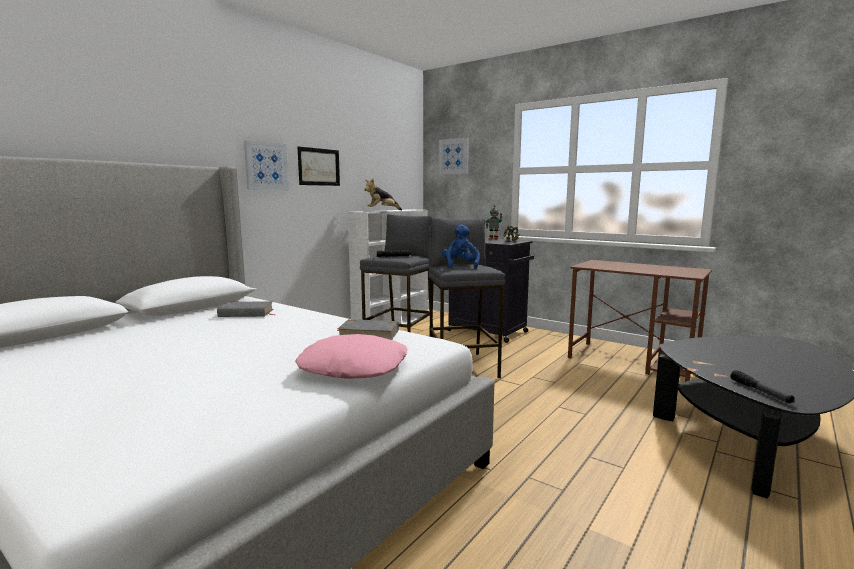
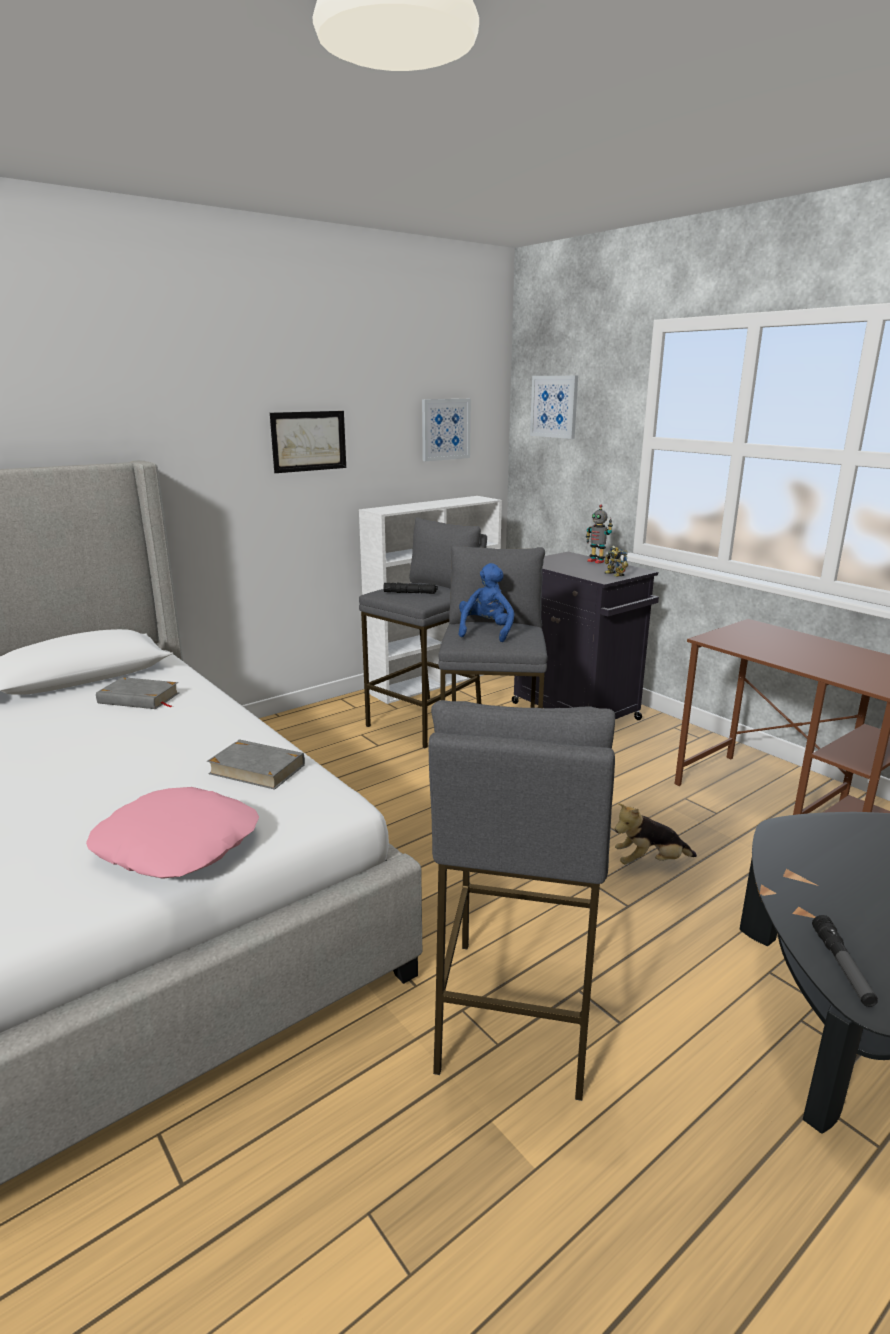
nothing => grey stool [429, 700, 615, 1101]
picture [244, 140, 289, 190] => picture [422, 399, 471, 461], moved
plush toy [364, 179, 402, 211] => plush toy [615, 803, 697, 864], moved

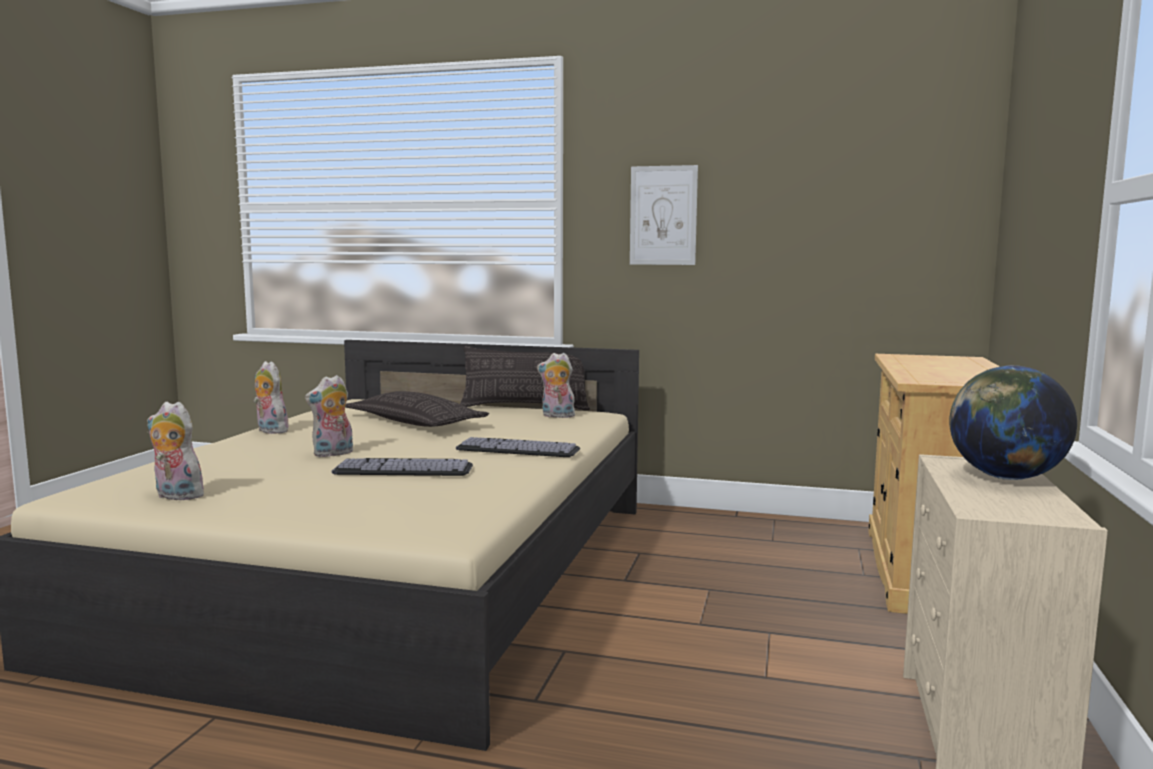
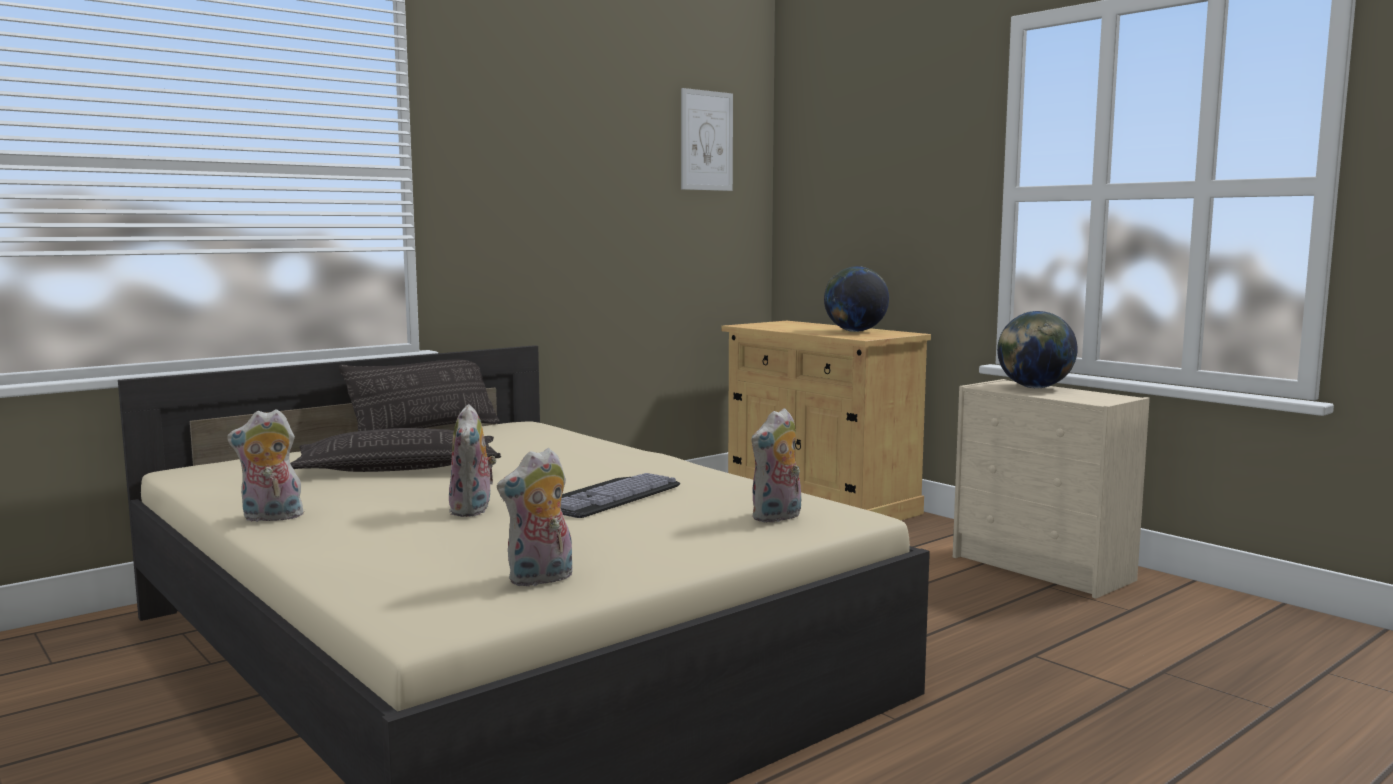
keyboard [456, 437, 580, 457] => nothing
nothing => globe [824, 266, 889, 332]
plush toy [537, 353, 575, 418] => plush toy [751, 408, 801, 523], moved
picture [630, 165, 698, 265] => picture [681, 88, 733, 191], moved

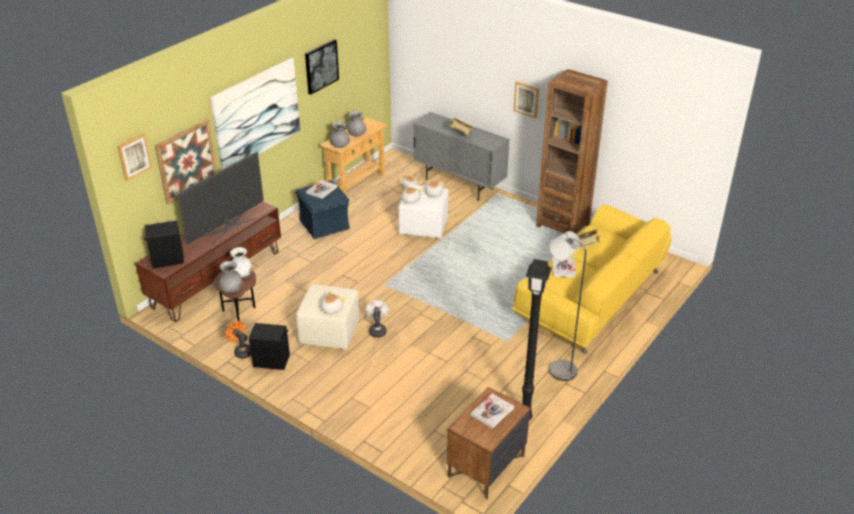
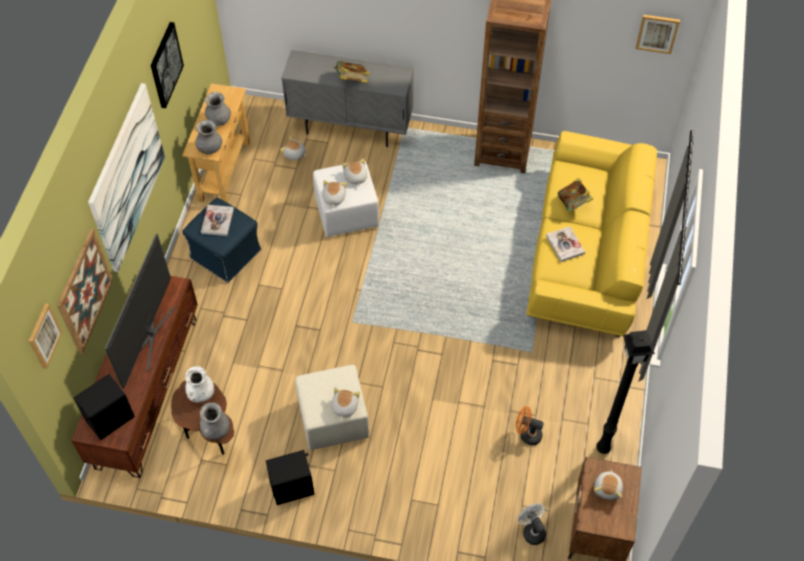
grey floor lamp [549, 231, 586, 381] => nothing
orange fan [225, 321, 251, 359] => orange fan [516, 406, 544, 445], moved
white fan [366, 300, 389, 338] => white fan [518, 503, 546, 545], moved
picture [513, 81, 539, 118] => picture [635, 15, 680, 54], moved
book [471, 393, 514, 429] => plush toy [594, 470, 623, 500]

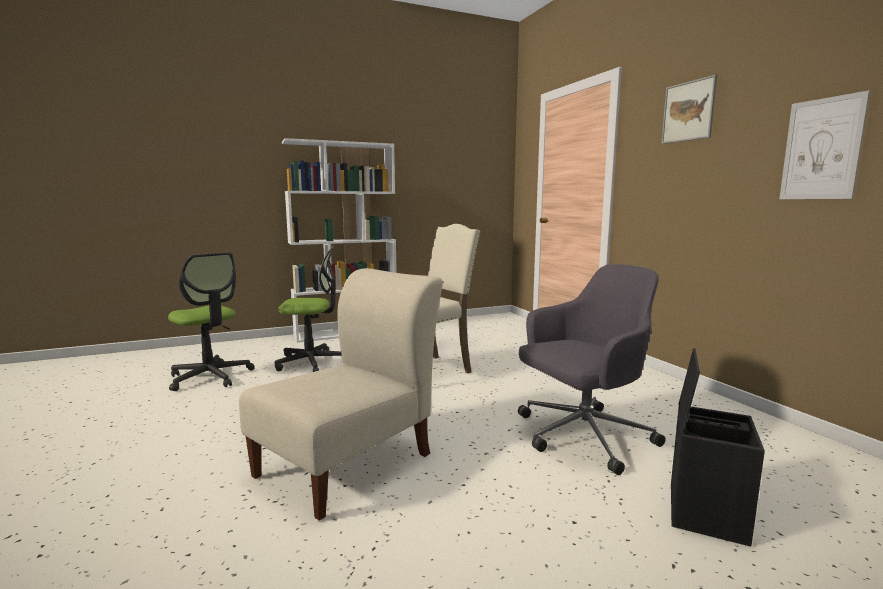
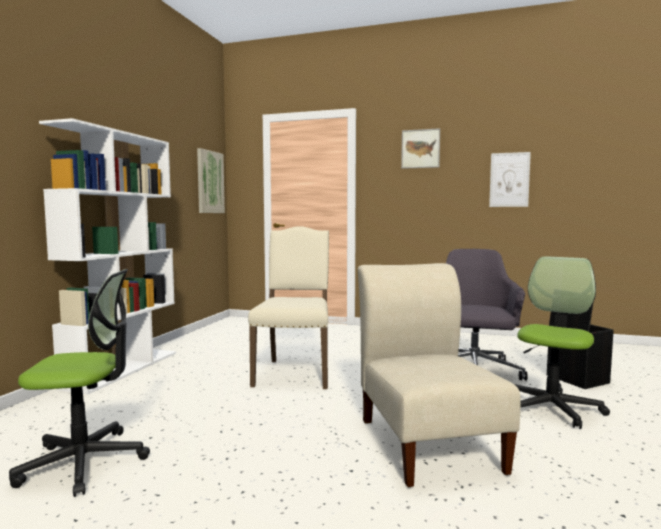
nothing => picture [197, 148, 225, 213]
office chair [275, 246, 342, 372] => office chair [514, 256, 610, 429], moved

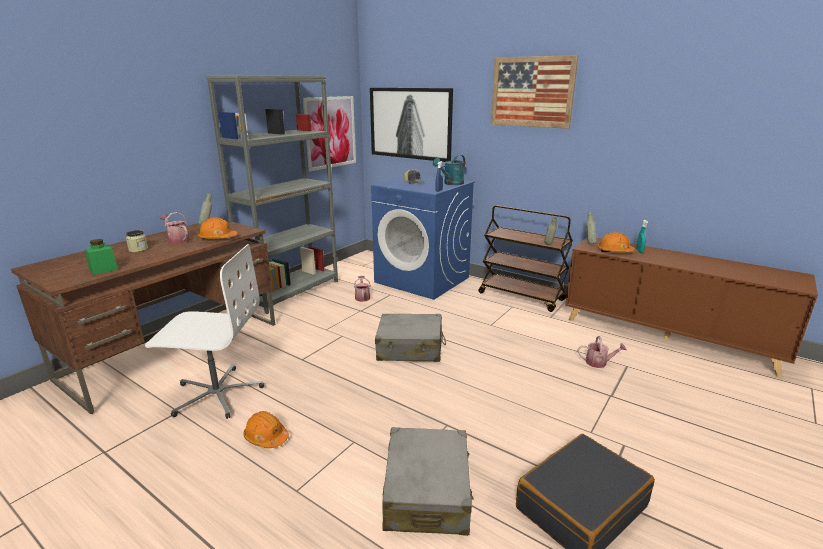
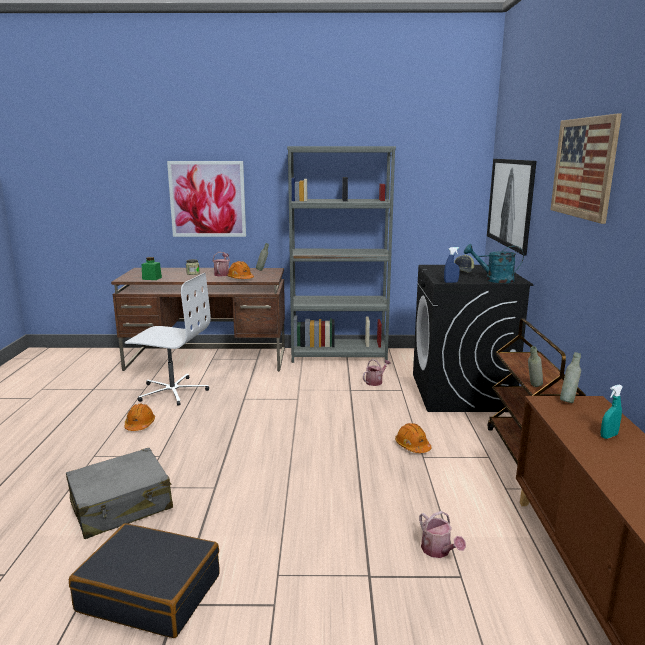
grey suitcase [375, 314, 446, 362] => nothing
picture [303, 96, 356, 172] => picture [167, 161, 246, 237], moved
orange hard hat [598, 232, 635, 252] => orange hard hat [395, 423, 432, 453], moved
blue washing machine [371, 175, 475, 300] => black washing machine [413, 265, 533, 412]
white office chair [145, 244, 264, 419] => white office chair [125, 273, 211, 405], 45 degrees counterclockwise

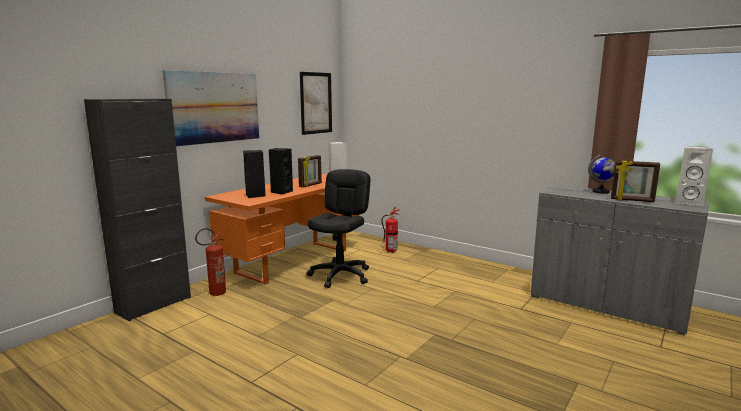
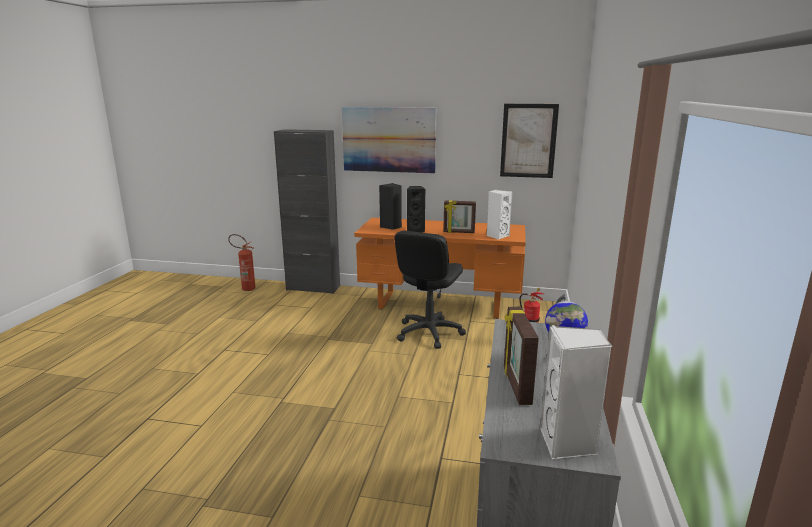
fire extinguisher [195, 228, 226, 296] => fire extinguisher [228, 234, 255, 291], moved
black office chair [307, 169, 371, 288] => black office chair [394, 231, 466, 349], 120 degrees clockwise

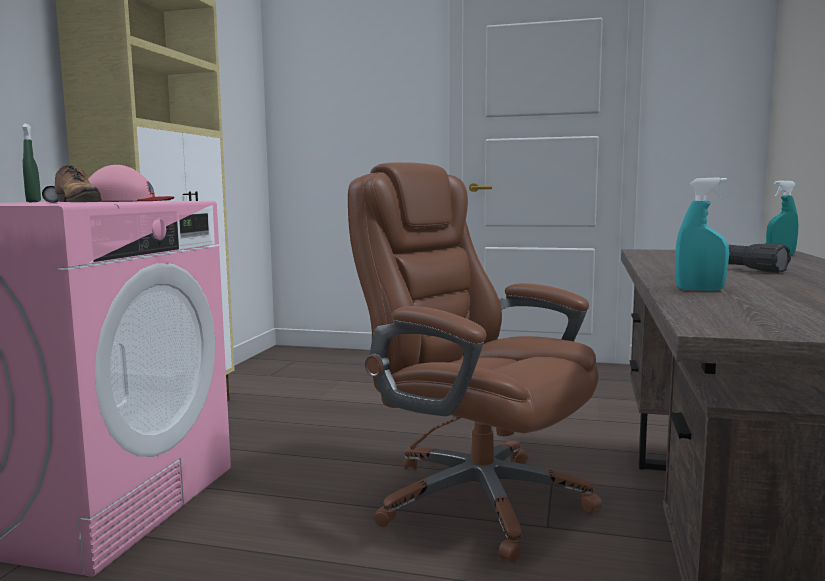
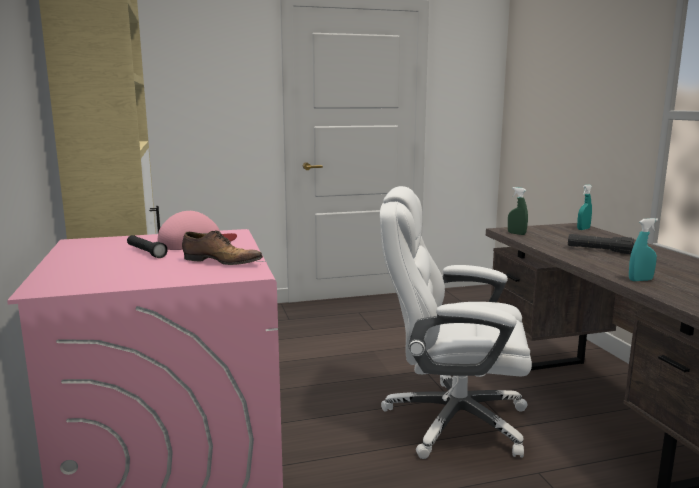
green spray bottle [22, 124, 41, 202] => green spray bottle [508, 187, 528, 235], moved
brown office chair [348, 162, 602, 563] => white office chair [380, 186, 532, 459]

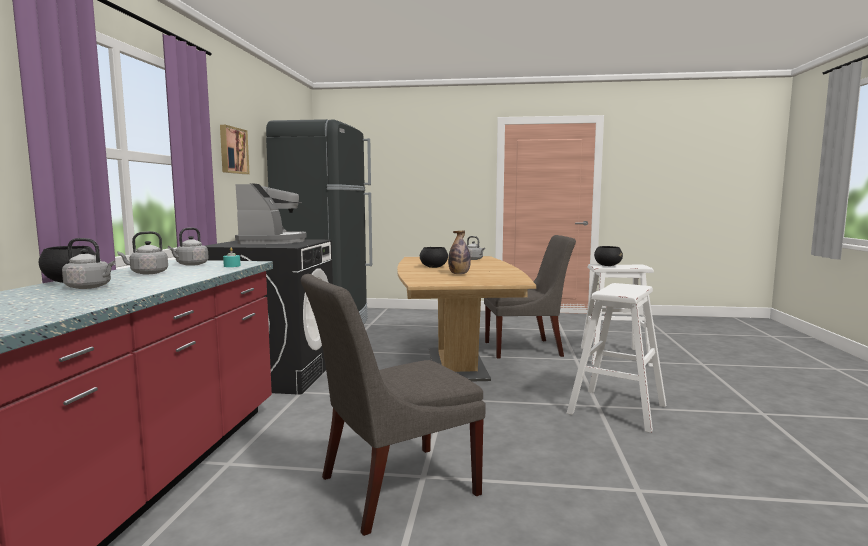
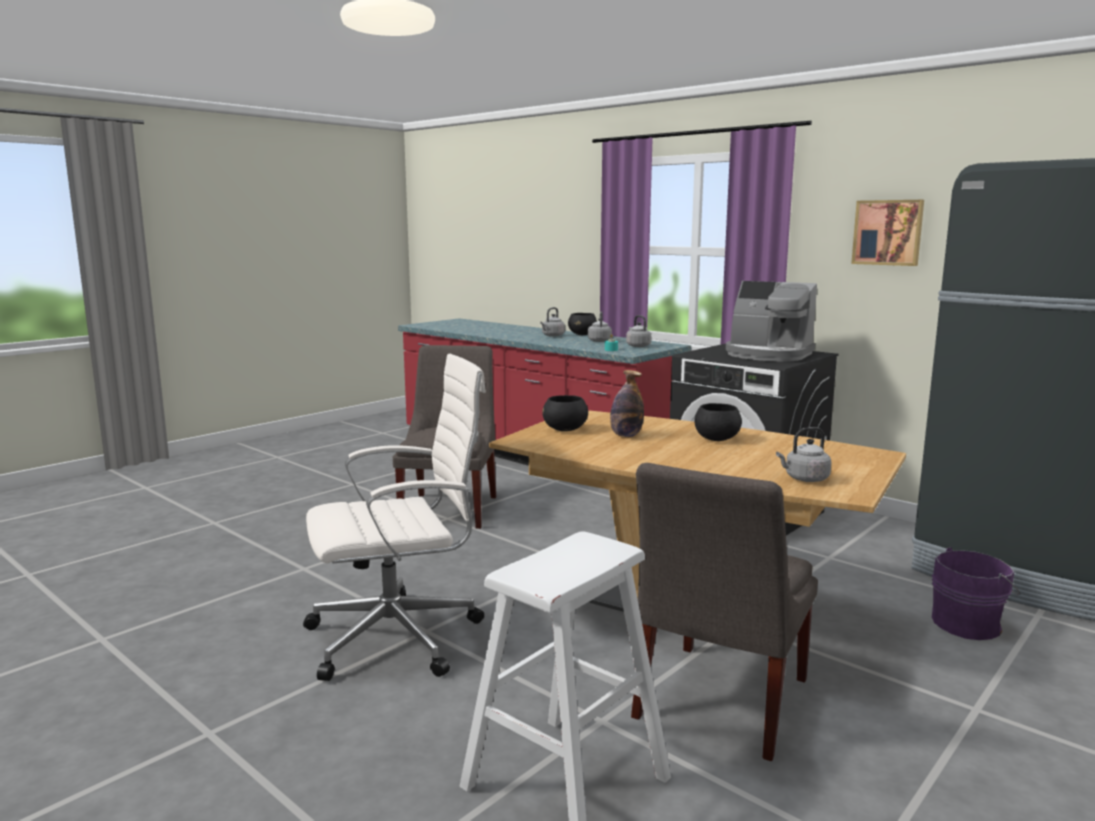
nothing => purple bucket [932, 547, 1020, 640]
black bowl [594, 246, 623, 266] => black bowl [542, 395, 588, 431], moved
white stool [567, 283, 666, 433] => white office chair [303, 354, 486, 681]

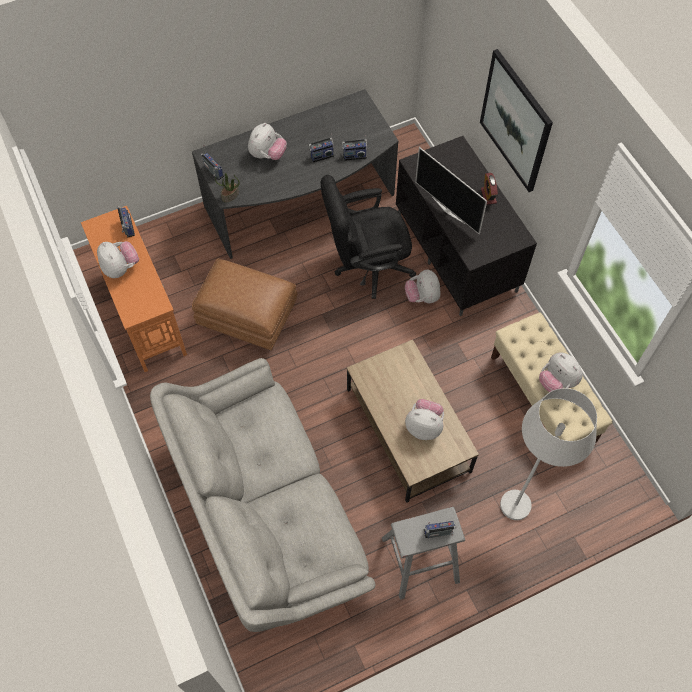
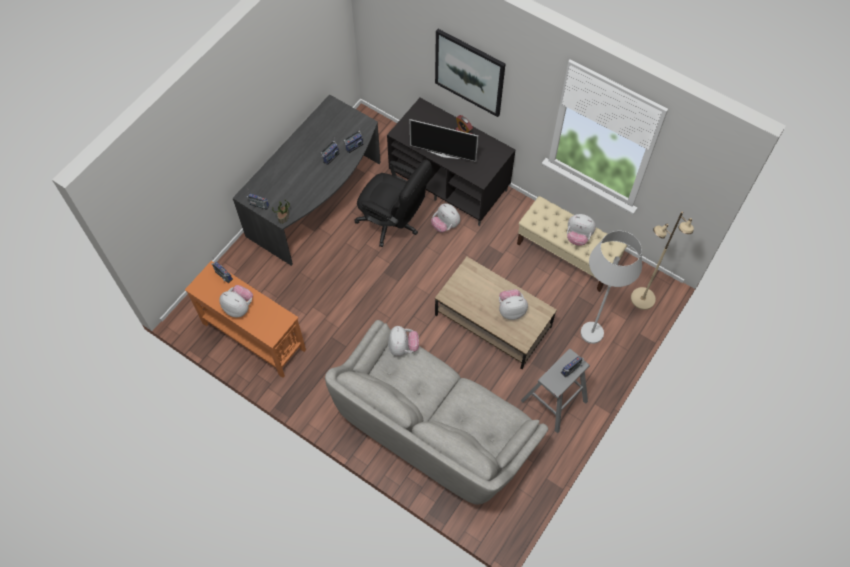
brown ottoman [192, 258, 297, 350] => nothing
nothing => beige floor lamp [631, 212, 694, 310]
plush toy [248, 123, 287, 160] => plush toy [388, 326, 419, 356], moved
black office chair [321, 175, 416, 299] => black office chair [355, 160, 432, 247], 105 degrees counterclockwise

